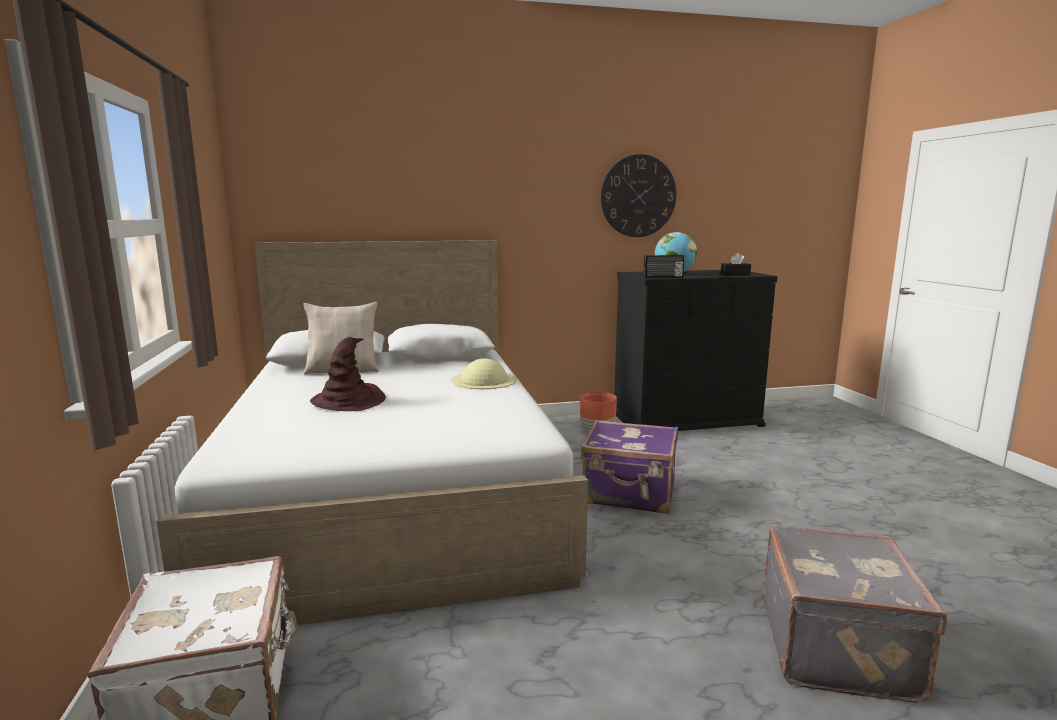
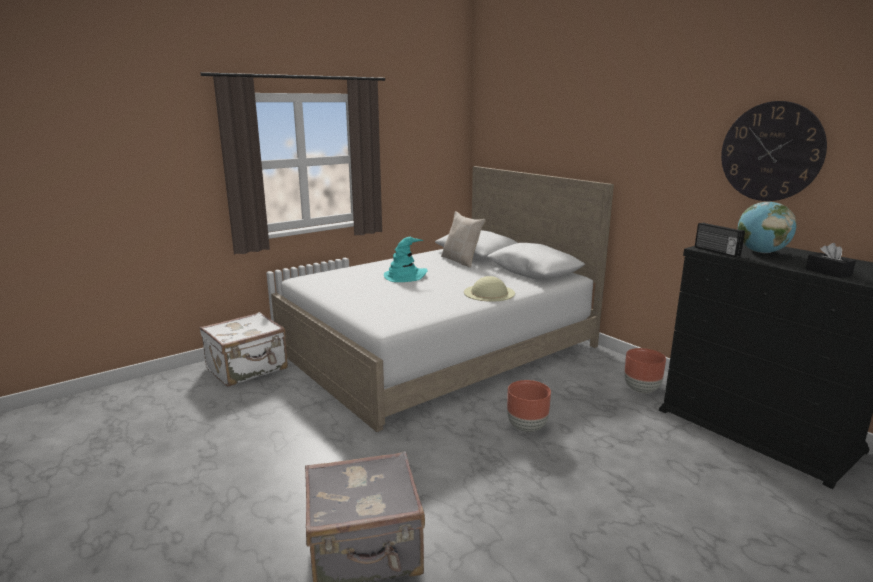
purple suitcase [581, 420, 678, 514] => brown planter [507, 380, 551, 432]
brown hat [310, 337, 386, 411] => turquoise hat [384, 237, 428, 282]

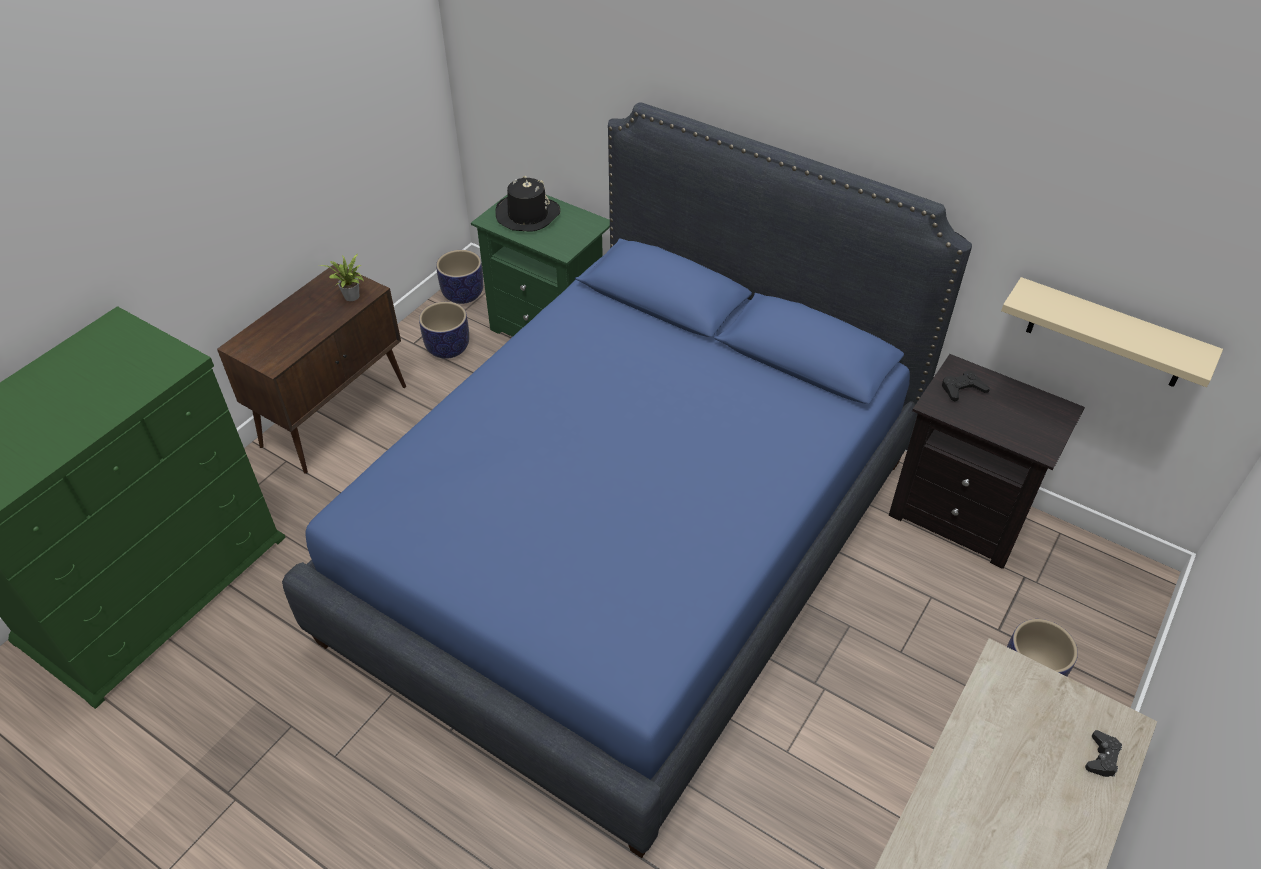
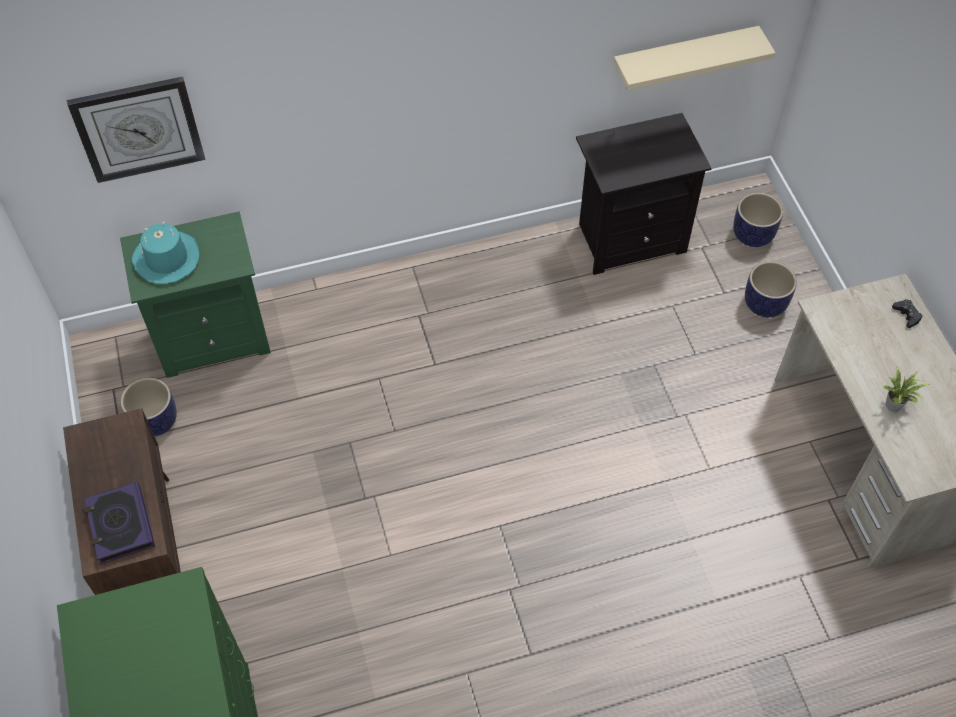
blue bed [282, 102, 972, 858] => nothing
black game controller [942, 371, 990, 401] => nothing
nothing => wall clock [67, 77, 205, 183]
nothing => book [84, 482, 155, 564]
potted plant [320, 254, 363, 301] => potted plant [882, 365, 930, 412], moved
planter [436, 250, 484, 304] => planter [733, 193, 783, 247], moved
black hat [495, 176, 560, 232] => turquoise hat [132, 221, 199, 284]

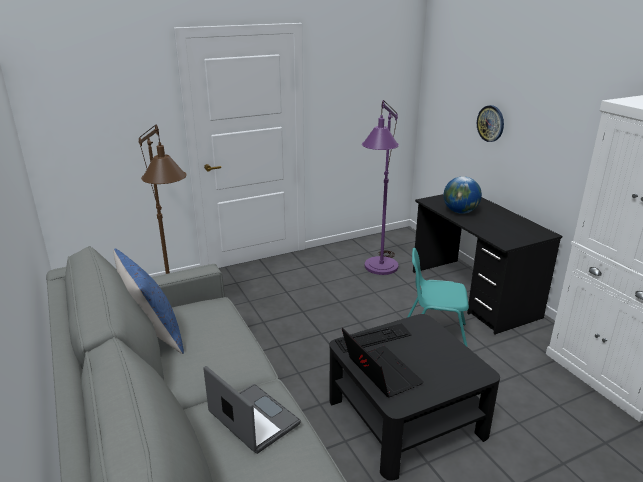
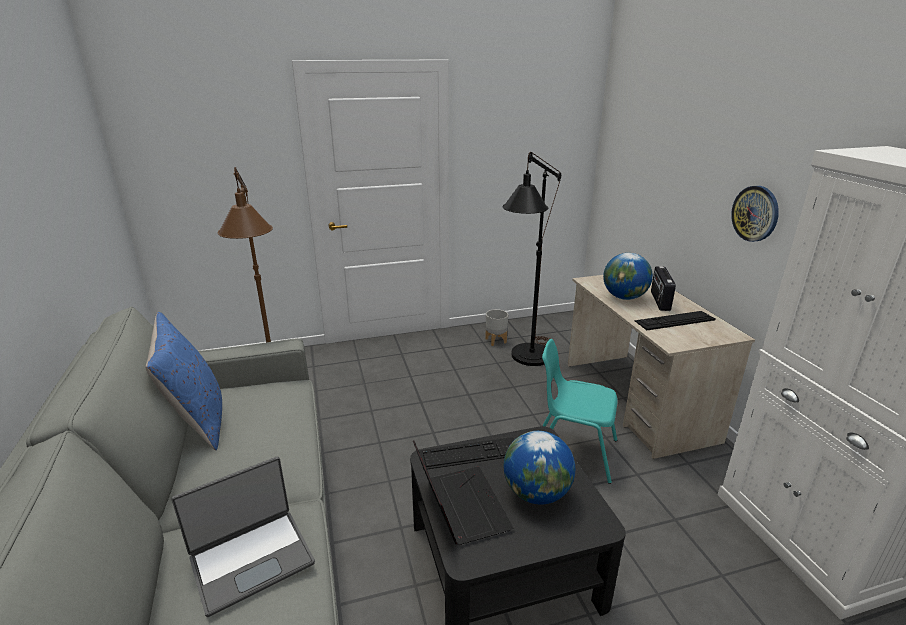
nothing => grey planter [485, 309, 508, 346]
nothing => globe [504, 431, 575, 505]
nothing => keyboard [634, 311, 715, 330]
nothing => radio [651, 266, 676, 311]
wall clock [477, 105, 504, 142] => wall clock [731, 186, 779, 242], moved
purple floor lamp [362, 100, 399, 275] => black floor lamp [503, 152, 561, 366]
black desk [413, 194, 562, 335] => beige desk [568, 275, 755, 459]
laptop [203, 366, 301, 454] => laptop [171, 456, 315, 617], 90 degrees clockwise

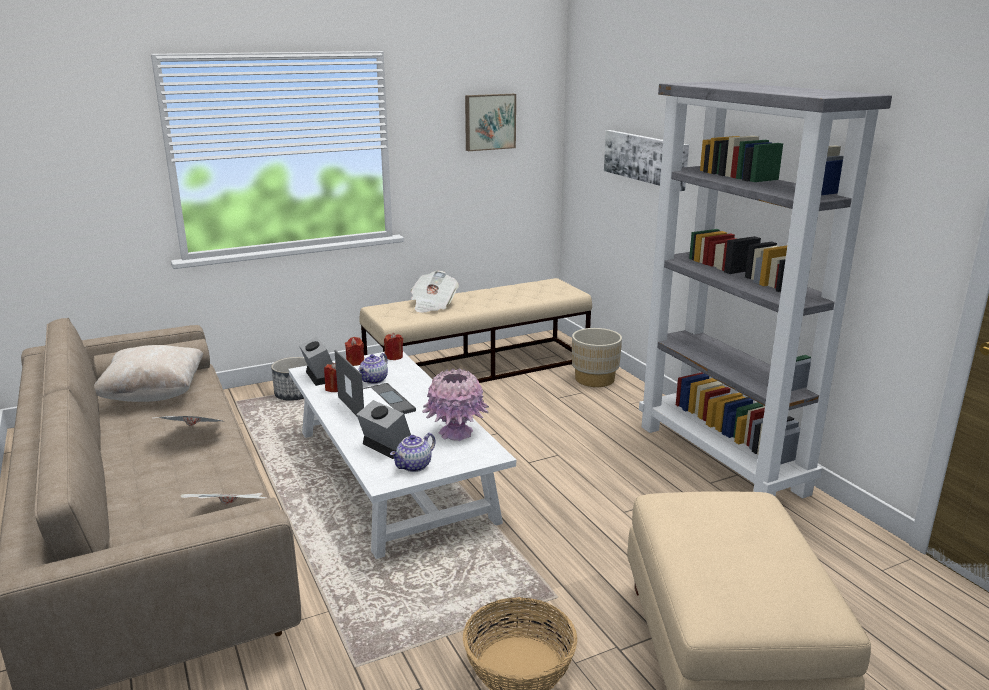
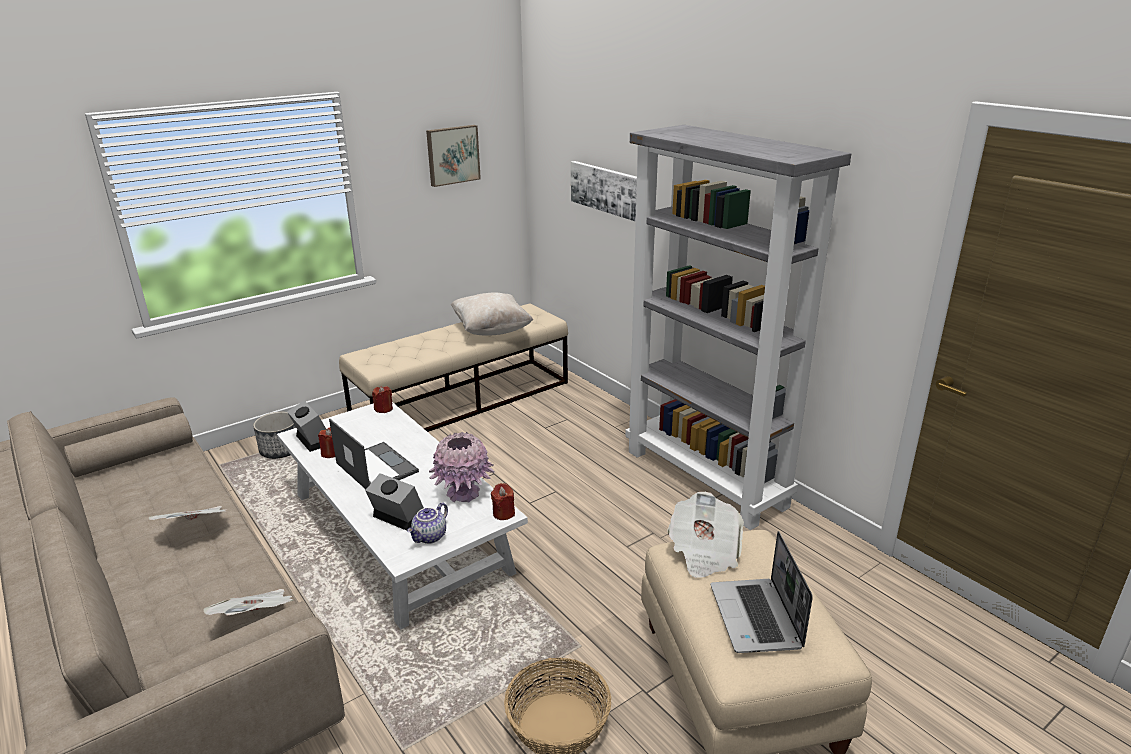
teapot [358, 353, 388, 384] => nothing
beige planter [572, 328, 622, 387] => nothing
nothing => laptop [711, 531, 813, 653]
beige pillow [94, 345, 204, 402] => beige pillow [451, 293, 533, 336], moved
red candle [345, 337, 364, 366] => red candle [491, 483, 515, 520], moved
newspaper [411, 271, 458, 313] => newspaper [667, 492, 744, 578], moved

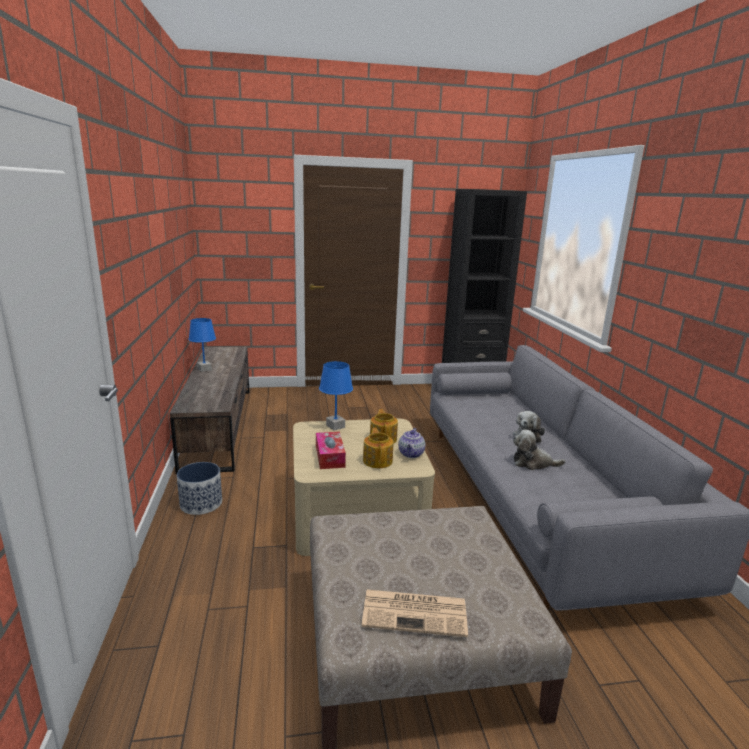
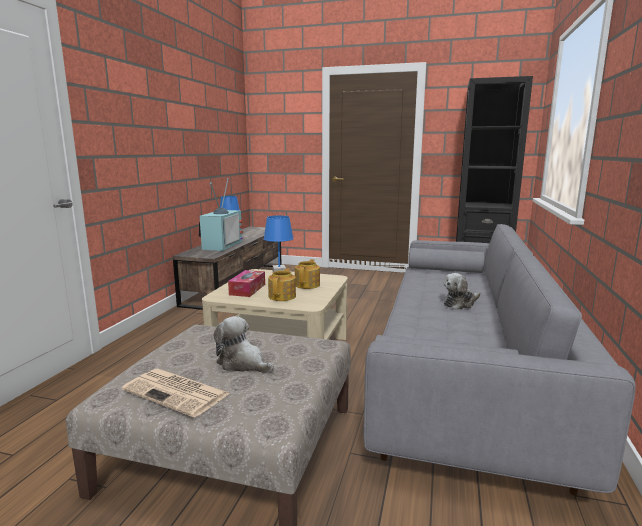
planter [177, 462, 222, 515] => nothing
teapot [398, 428, 425, 458] => nothing
nothing => television [199, 178, 243, 251]
plush toy [513, 429, 566, 470] => plush toy [214, 316, 274, 373], moved

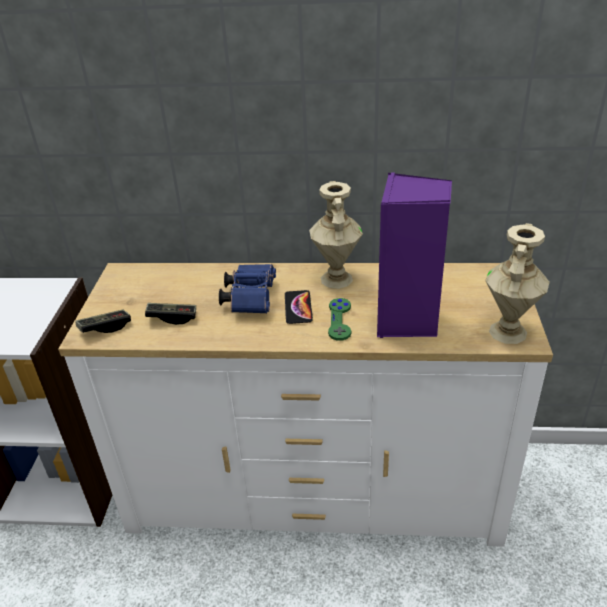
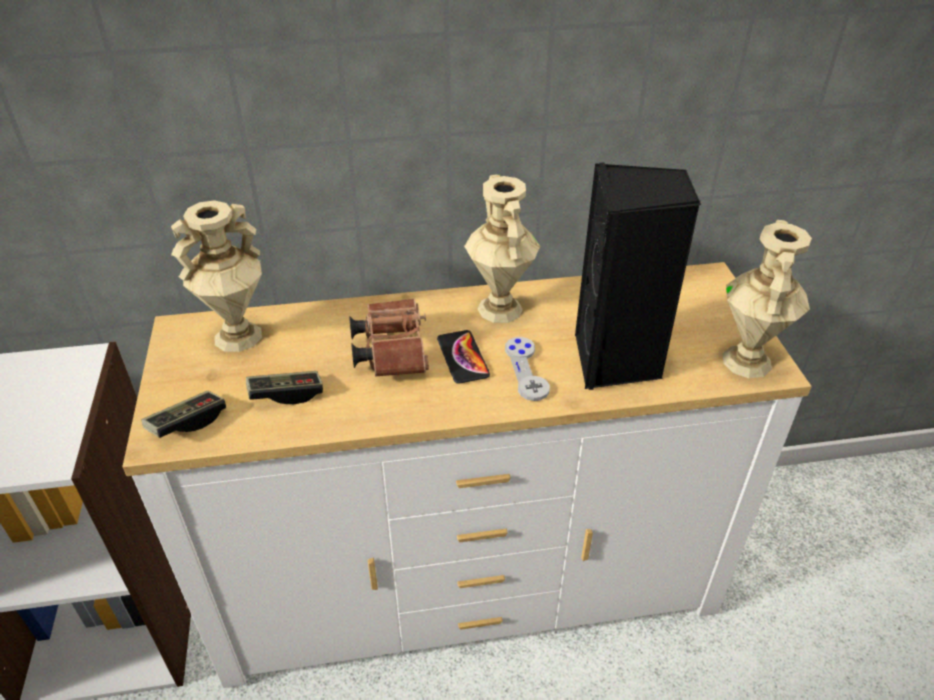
nothing => beige vase [171, 200, 262, 352]
blue binoculars [219, 264, 276, 314] => brown binoculars [349, 298, 429, 377]
green game controller [328, 298, 351, 341] => grey game controller [505, 337, 550, 401]
purple speaker [377, 172, 452, 338] => black speaker [575, 163, 701, 390]

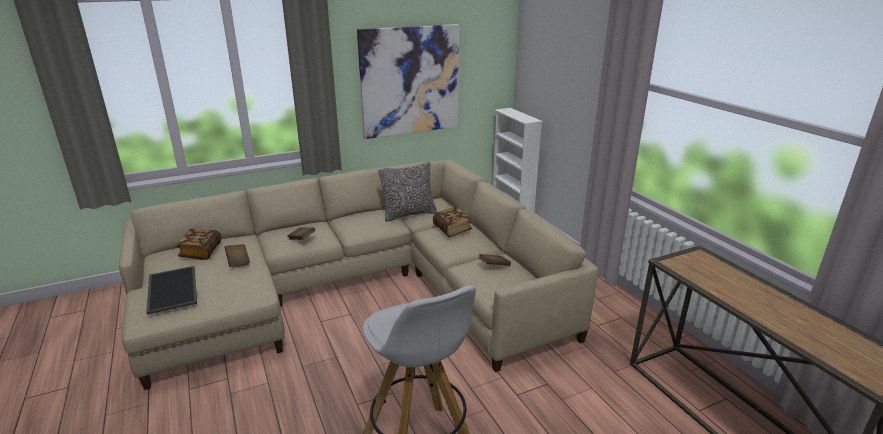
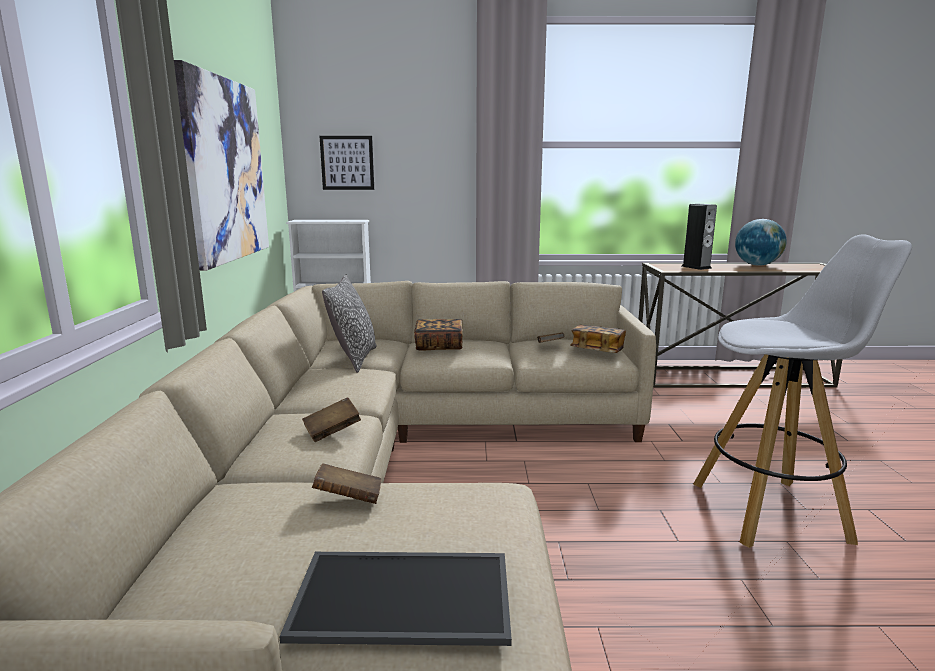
nothing => picture [320, 136, 374, 190]
nothing => speaker [682, 204, 717, 270]
nothing => globe [735, 219, 787, 266]
book [176, 229, 221, 260] => book [570, 325, 626, 353], moved

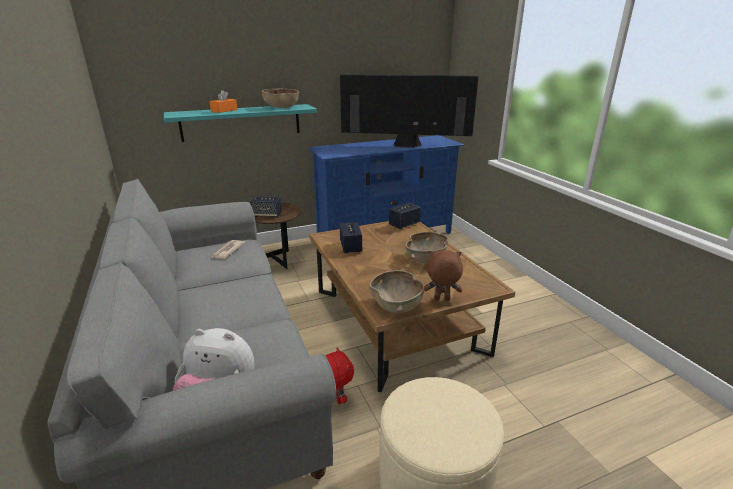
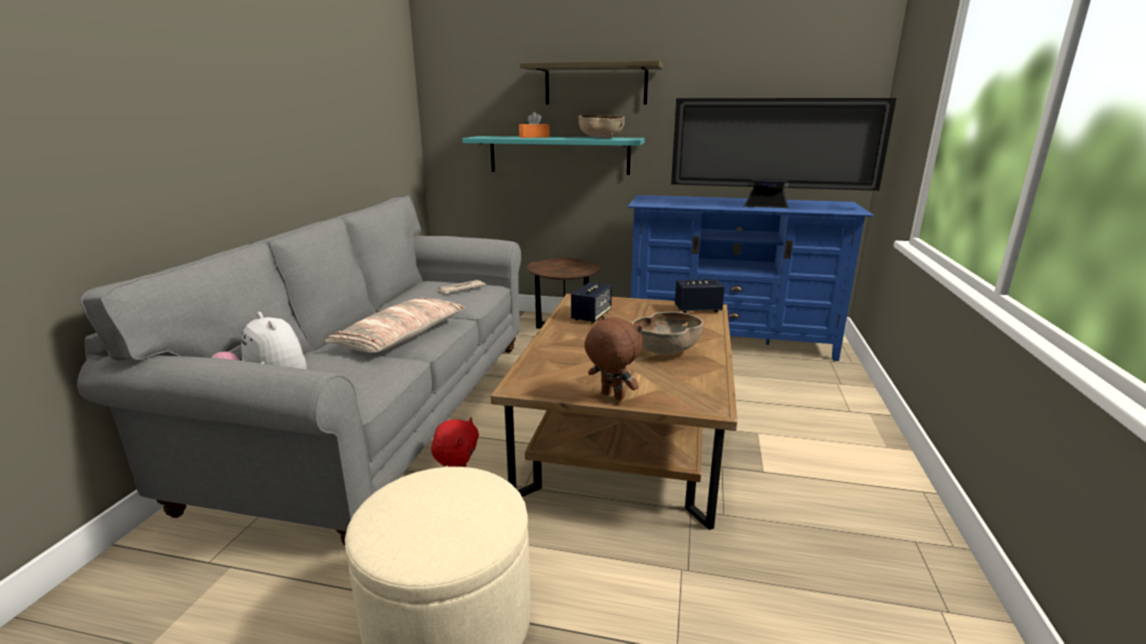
speaker [250, 196, 282, 218] => nothing
brown bowl [370, 270, 424, 313] => nothing
nothing => pillow [325, 297, 465, 353]
nothing => shelf [520, 61, 663, 105]
television [340, 74, 479, 148] => television [671, 98, 896, 208], 150 degrees clockwise

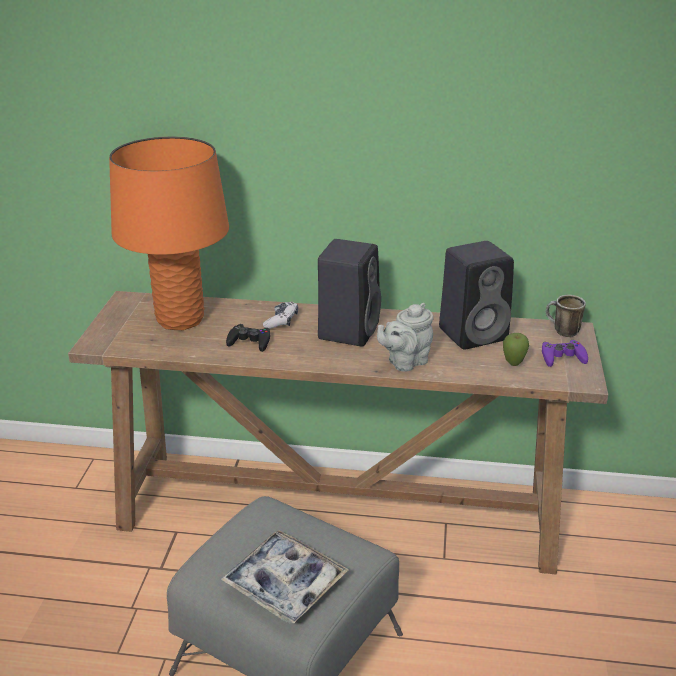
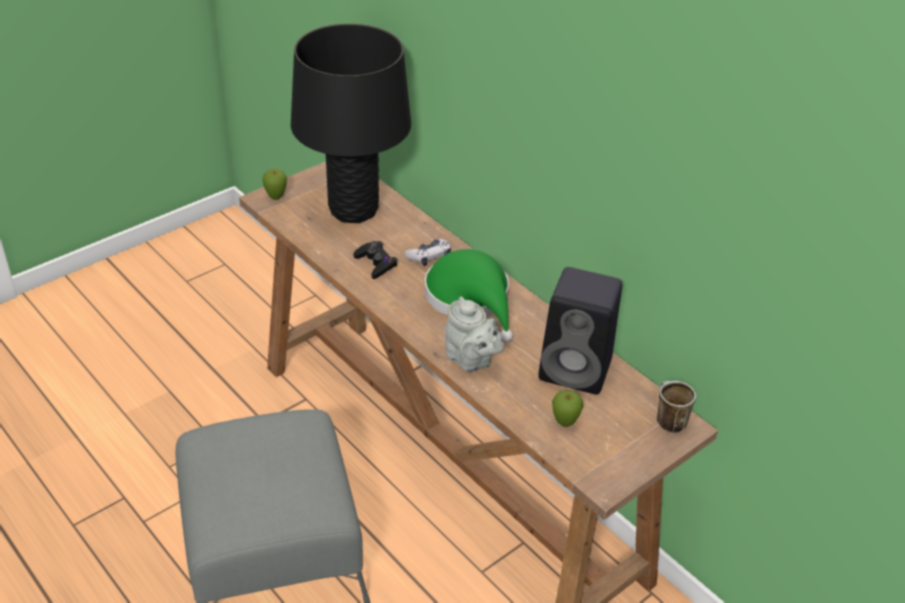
tray [220, 530, 349, 624] => nothing
purple game controller [542, 340, 588, 367] => nothing
nothing => apple [262, 169, 287, 200]
black speaker [318, 239, 381, 346] => green hat [425, 249, 513, 342]
orange table lamp [109, 137, 229, 330] => black table lamp [291, 23, 411, 223]
grey teapot [377, 303, 433, 372] => grey teapot [445, 296, 504, 372], 135 degrees counterclockwise

